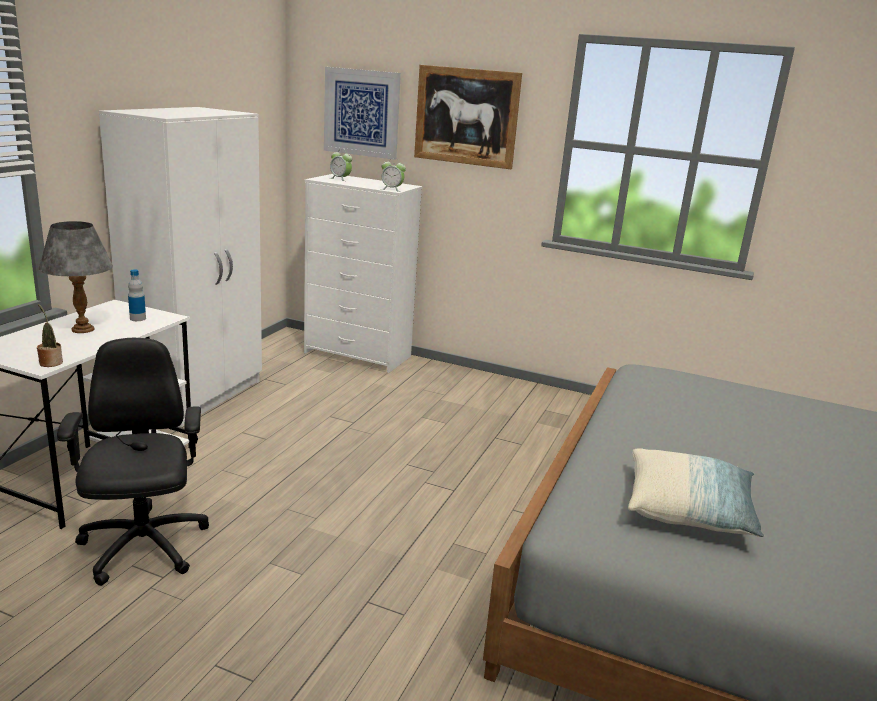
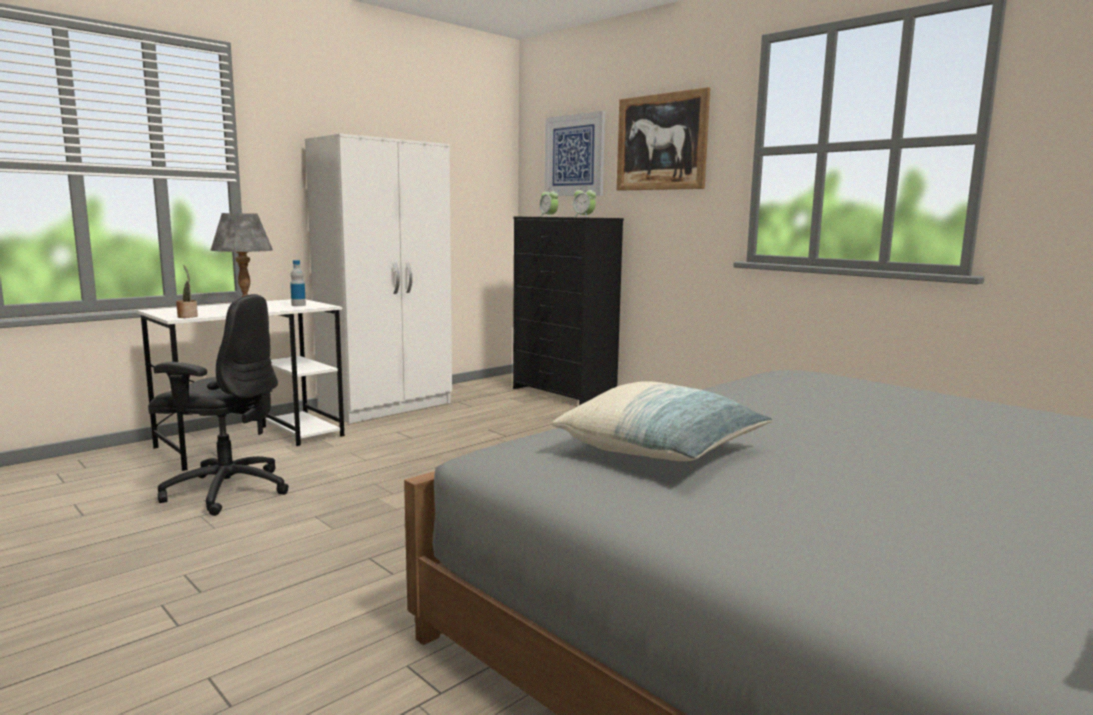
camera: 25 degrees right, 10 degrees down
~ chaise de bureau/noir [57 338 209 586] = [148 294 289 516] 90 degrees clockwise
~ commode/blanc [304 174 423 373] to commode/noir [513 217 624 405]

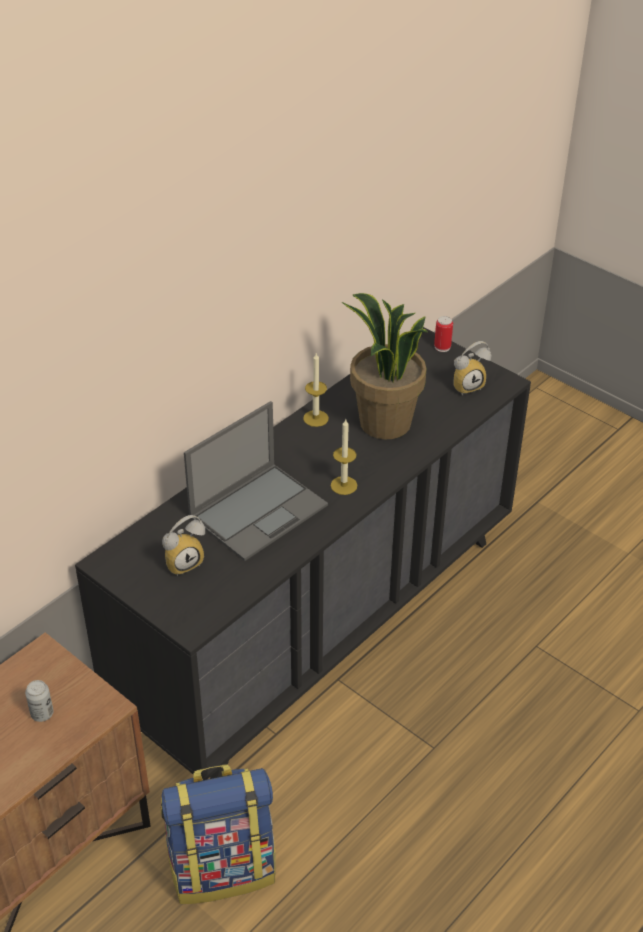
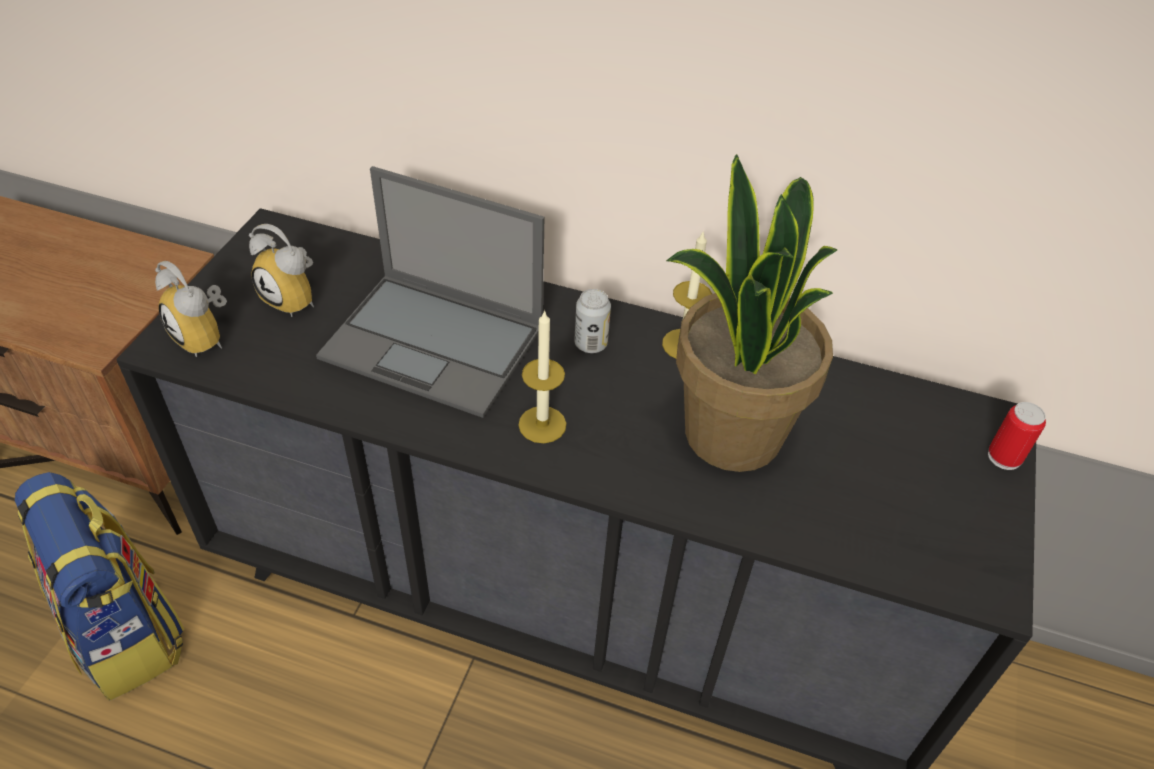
camera: 65 degrees right, 5 degrees up
~ boîte métallique [25 680 54 722] to [575 289 611 353]
~ réveil [453 341 491 396] to [155 261 227 357]

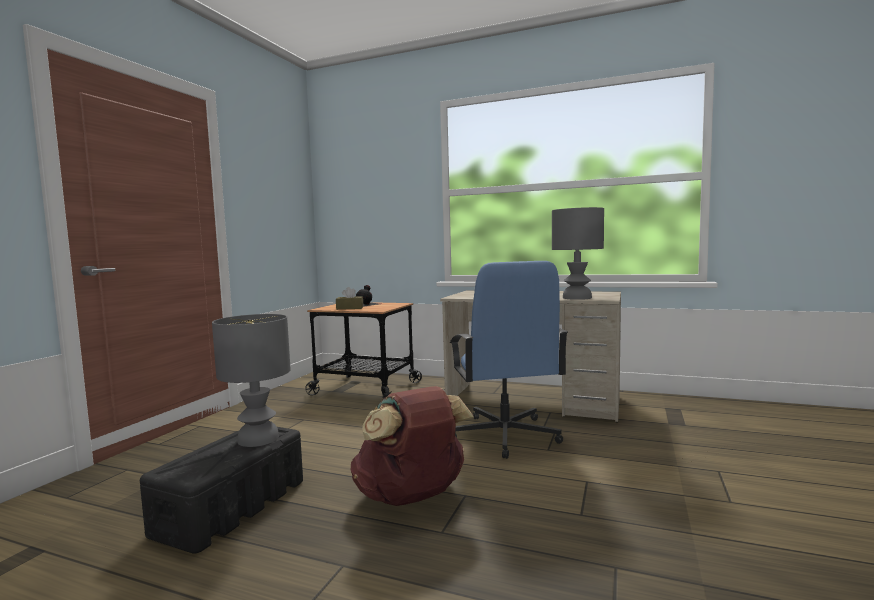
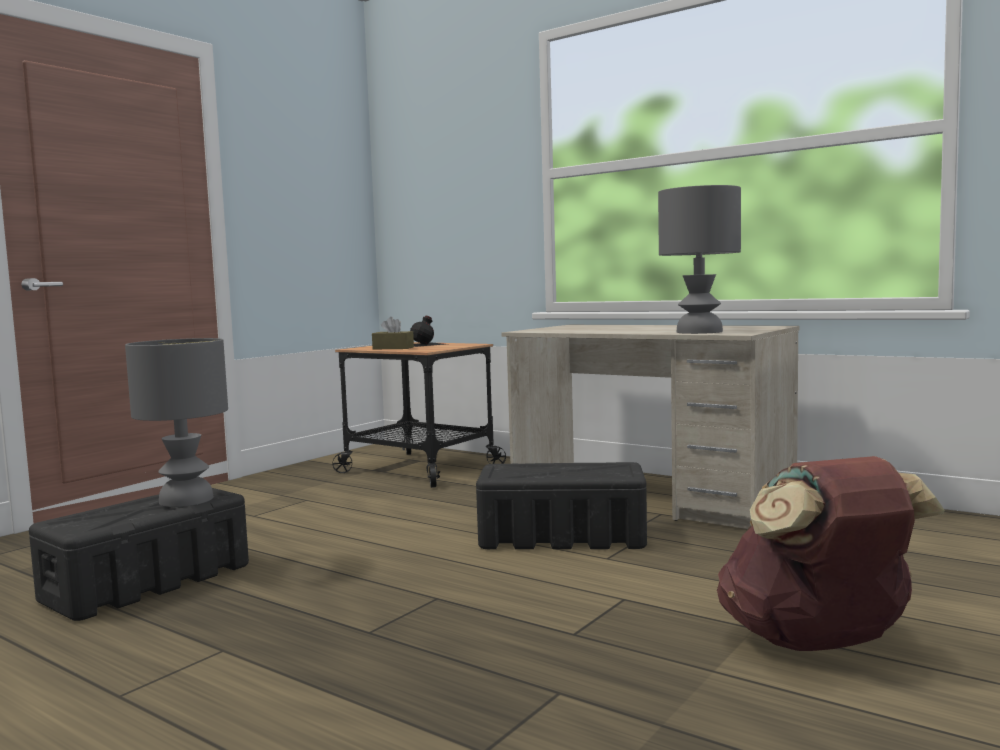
camera: 15 degrees right, 0 degrees up
~ sac à dos/marron [351 386 474 506] to [717 456 945 651]
~ chaise de bureau/bleu [450 261 568 459] to boîte de rangement/noir [476 462 647 549]

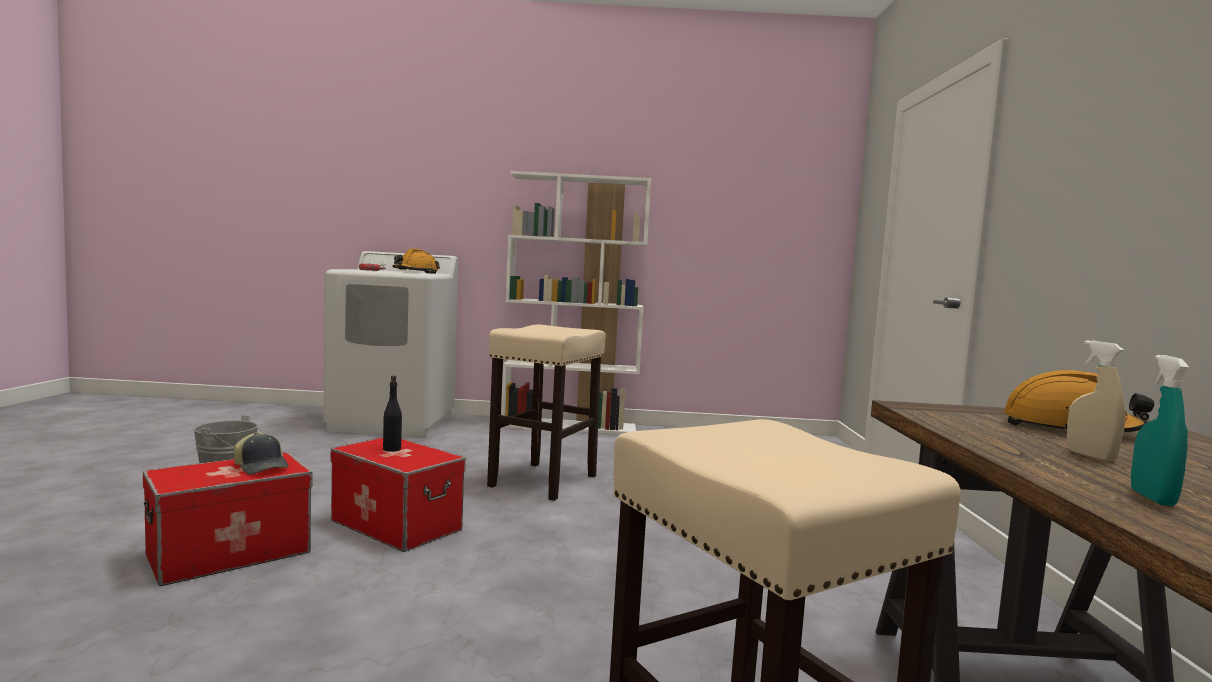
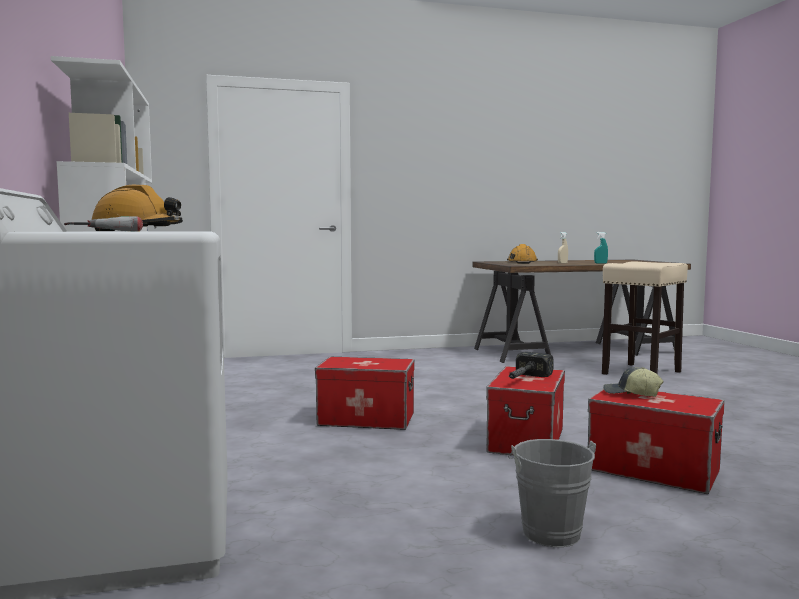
camera: 105 degrees left, 0 degrees up
~ casquette [234 432 289 475] = [603 367 664 397] 90 degrees counterclockwise
~ bouteille/noir [383 375 402 452] to marteau [508 352 554 379]
~ tabouret/beige [487 324 606 501] to boîte de rangement [315 357 414 430]

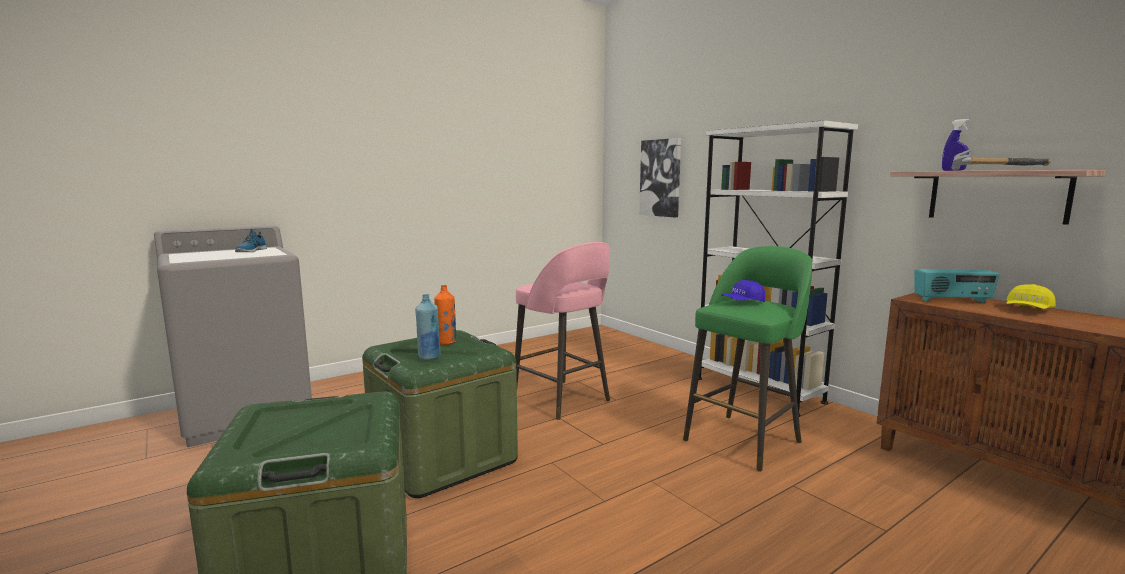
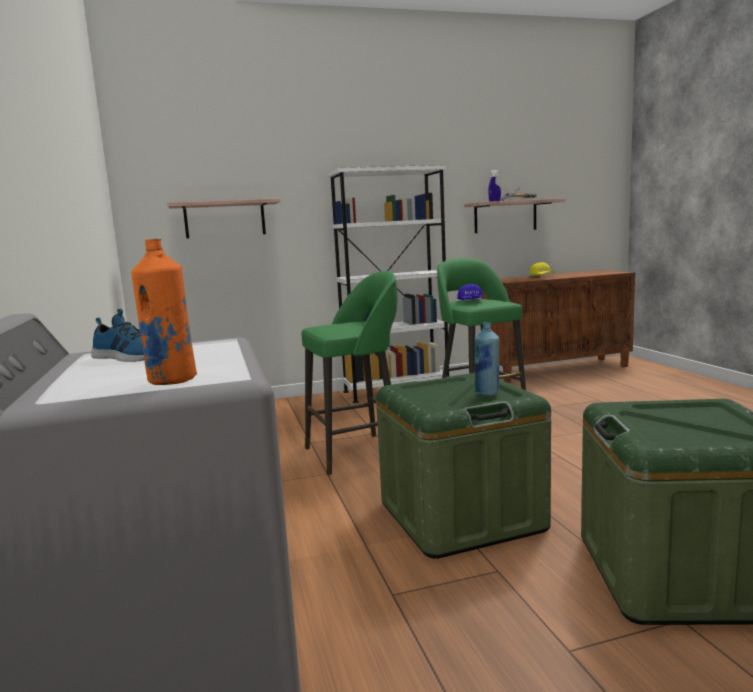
camera: 70 degrees left, 0 degrees up
~ bouteille/orange [434 285 456 345] to [132 239 197 385]
~ tabouret/rose [515 242 610 420] to tabouret/vert [302 271 398 475]
~ tableau [639 138 681 217] to étagère [167 198 280 239]
- radio [914 269 1000 303]

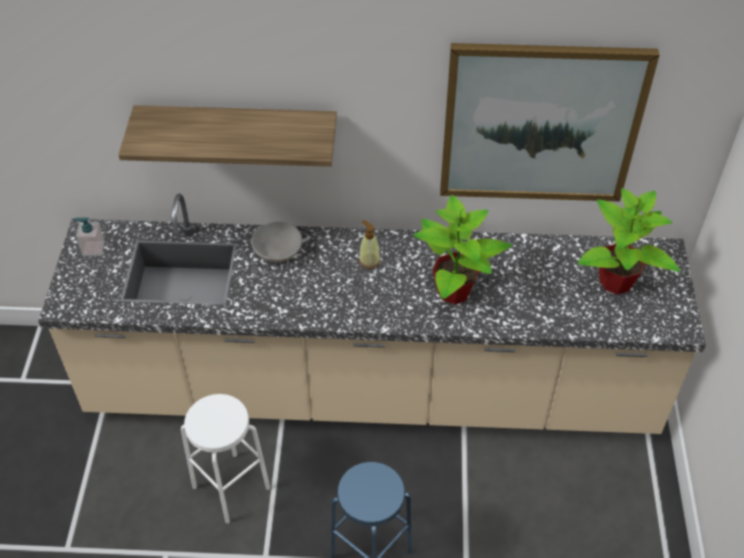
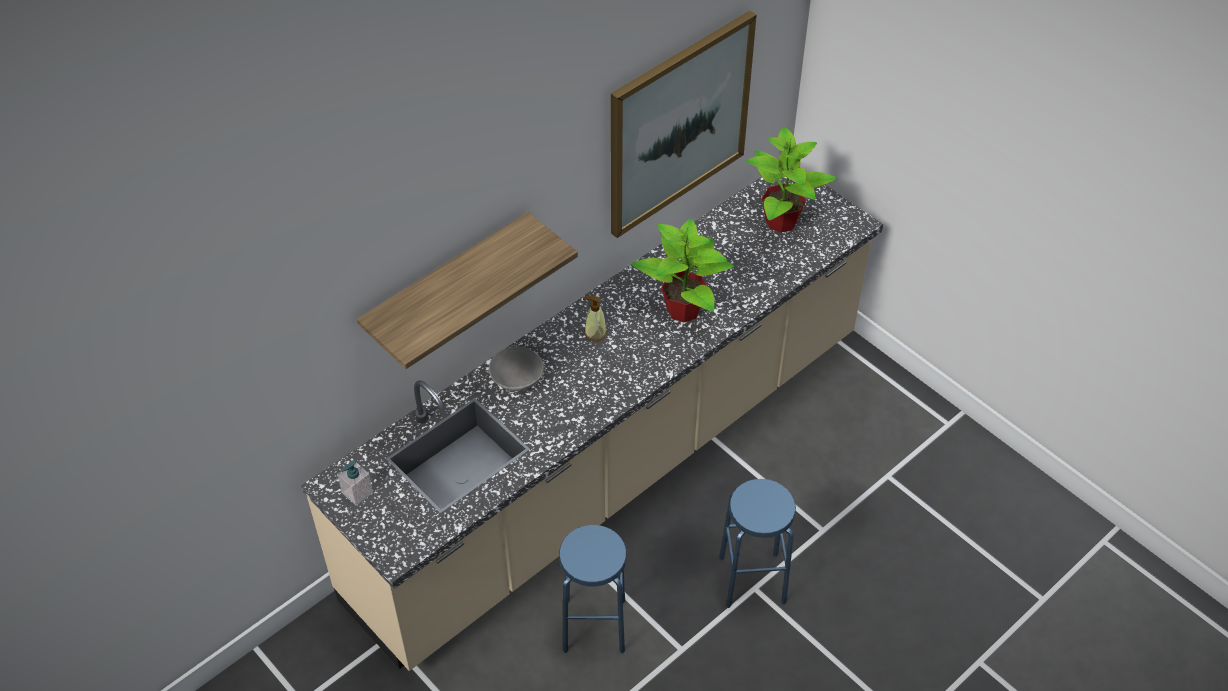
camera: 45 degrees left, 0 degrees up
~ tabouret/blanc [181 394 270 523] to tabouret/bleu [559 525 627 654]

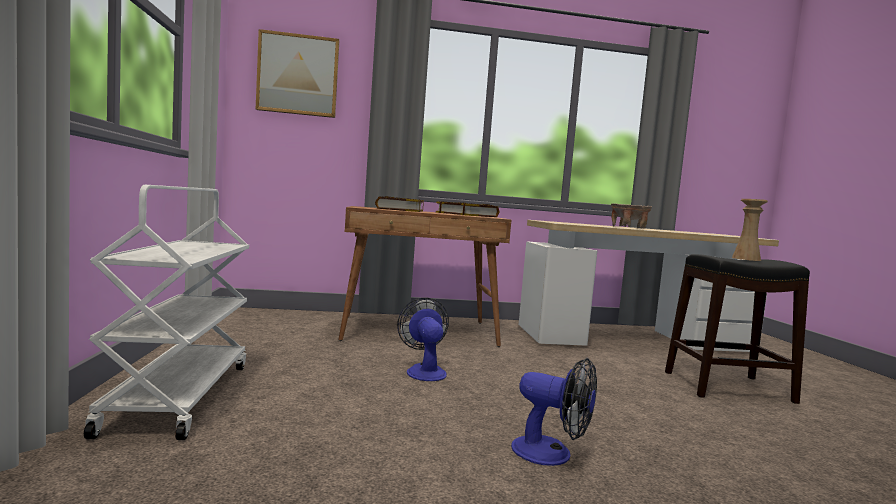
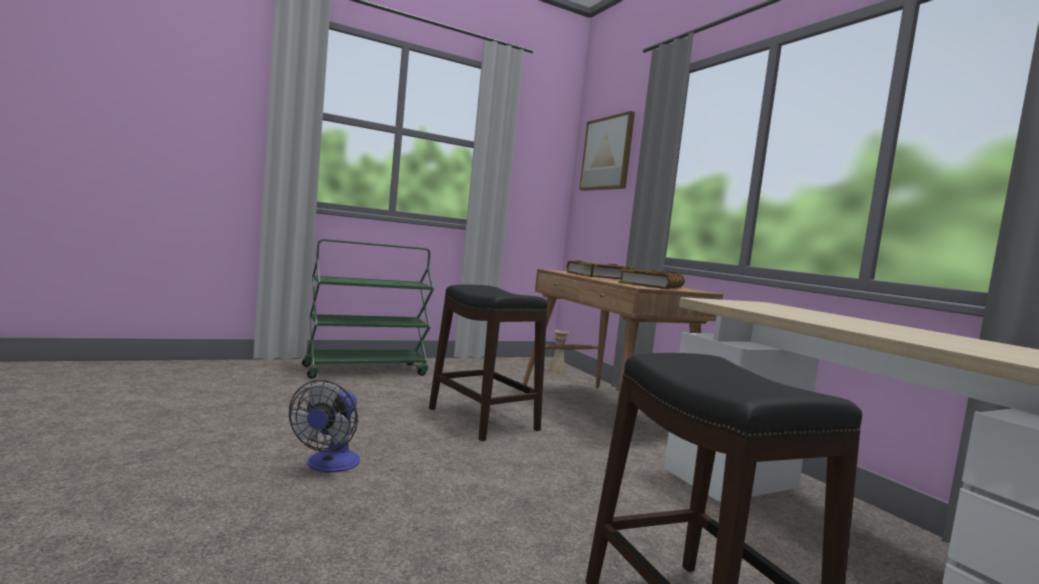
camera: 70 degrees right, 0 degrees up
~ chariot/blanc [84 185 249 440] to chariot/vert [302 239 434 379]
~ ventilateur [397 297 449 381] to tabouret/noir [429 284 548 441]
- bol/beige [611 204 652 229]
~ vase/beige [732 199 768 261] to [548 330 570 375]

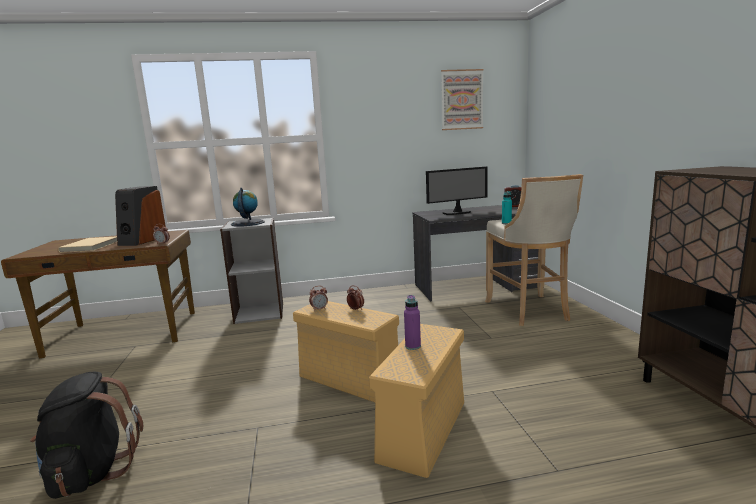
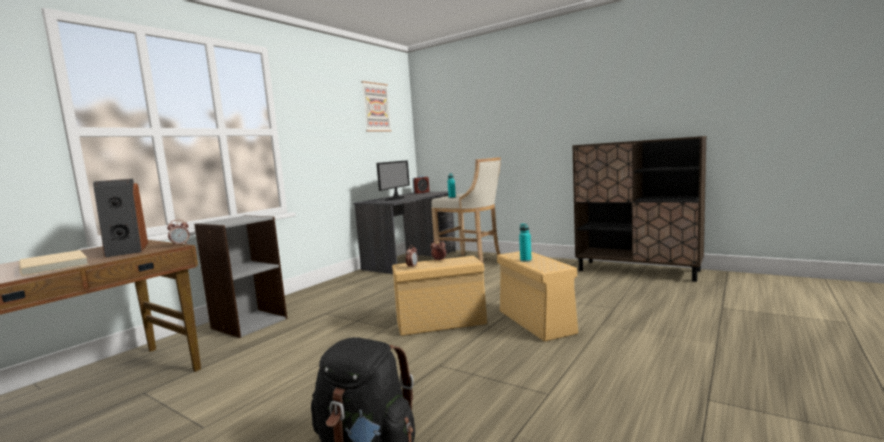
camera: 45 degrees left, 5 degrees down
- globe [231 188 265 227]
~ bouteille/violet [404 295 421 350] to bouteille/turquoise [519 223 532 262]

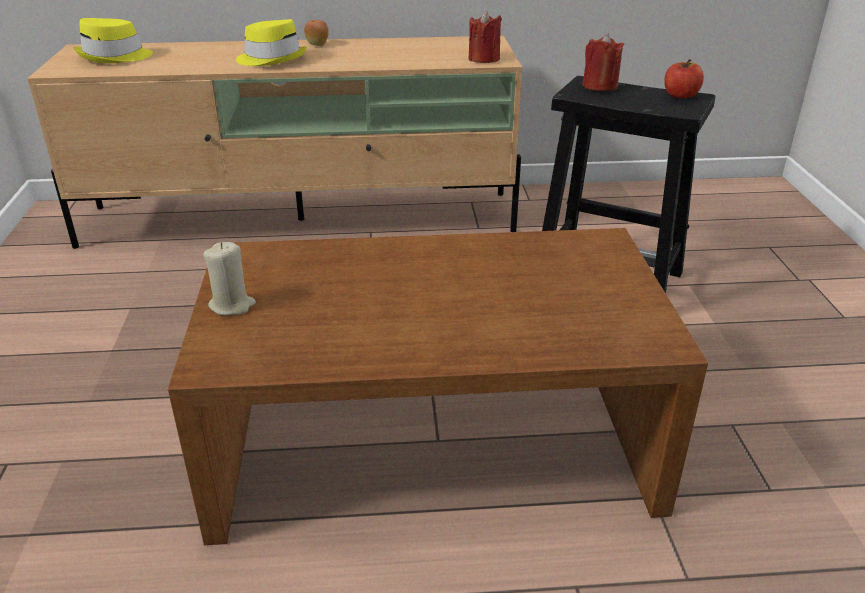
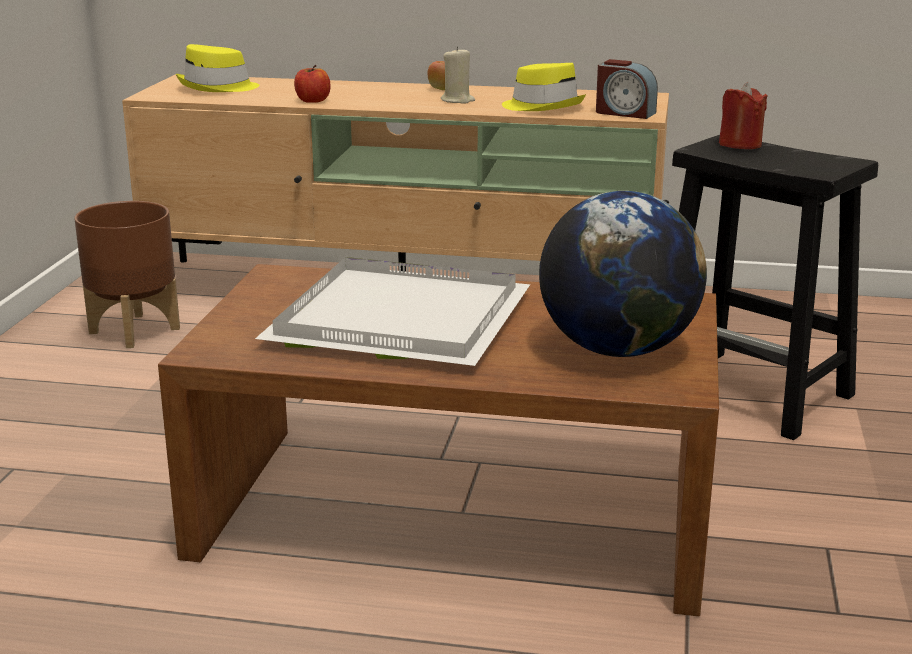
camera: 15 degrees right, 10 degrees down
~ bougie/beige [203 242 256 316] to [441 46 475 104]
~ chapeau/jaune [236 19 307 66] to [502 63 586 111]
~ bougie/rouge [469 11 502 63] to réveil [596 59 658 119]
~ pomme [664 59 704 98] to [294 65 331 103]
+ cache-pot/marron [74 201 180 348]
+ plateau/blanc [255 257 530 366]
+ globe [539 191 707 357]

